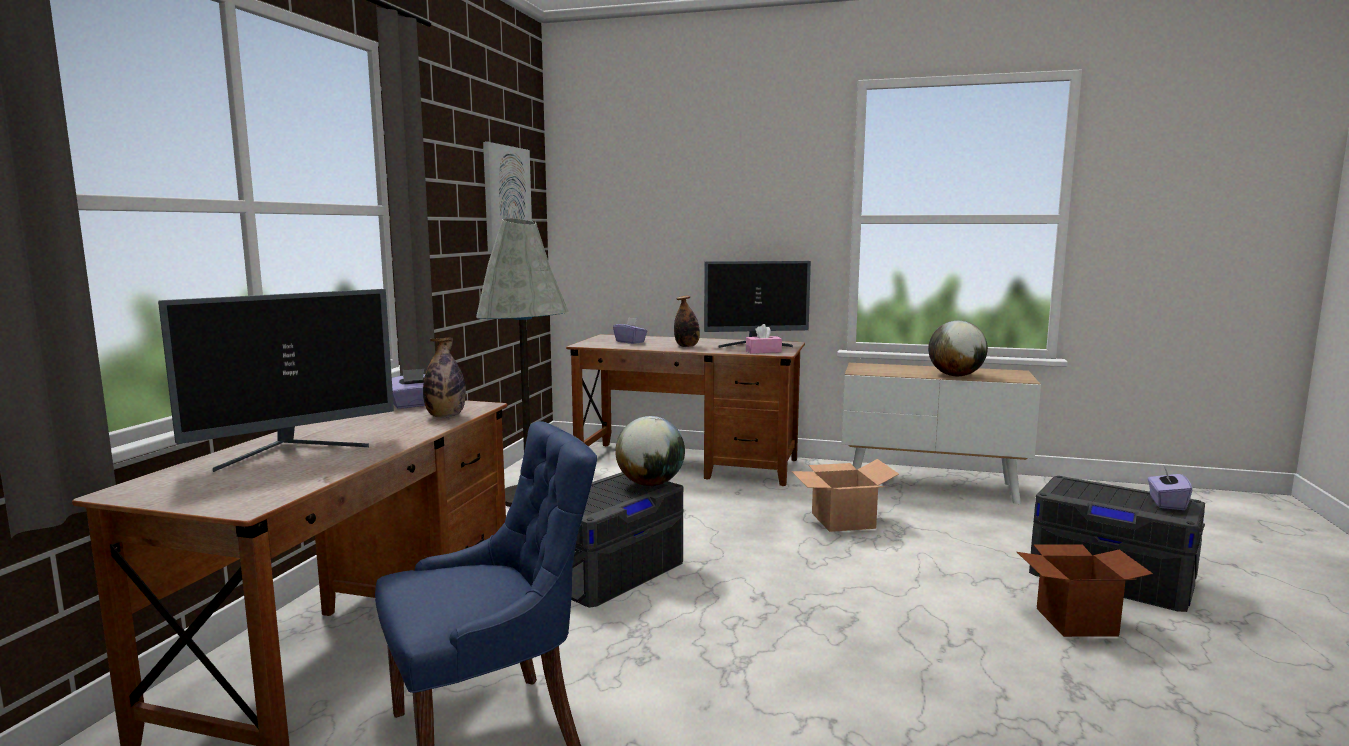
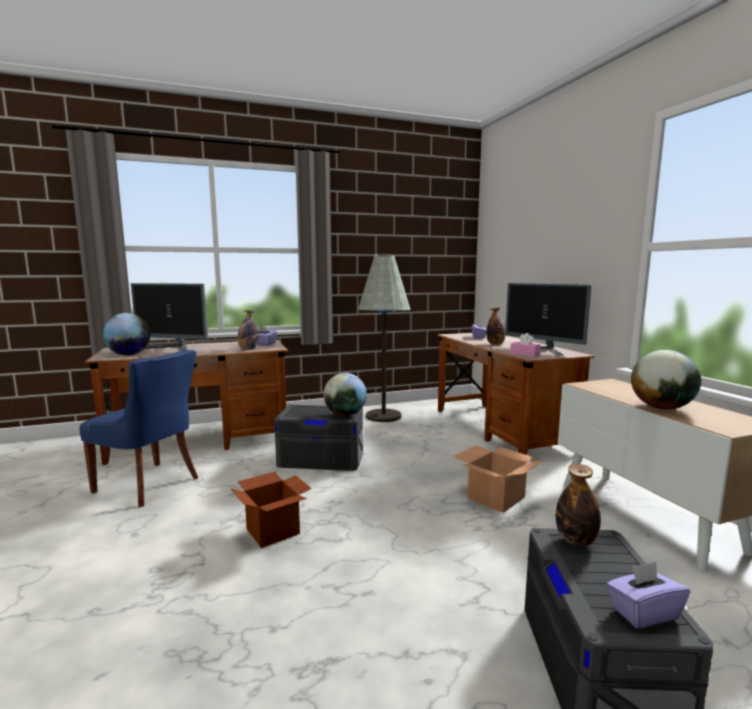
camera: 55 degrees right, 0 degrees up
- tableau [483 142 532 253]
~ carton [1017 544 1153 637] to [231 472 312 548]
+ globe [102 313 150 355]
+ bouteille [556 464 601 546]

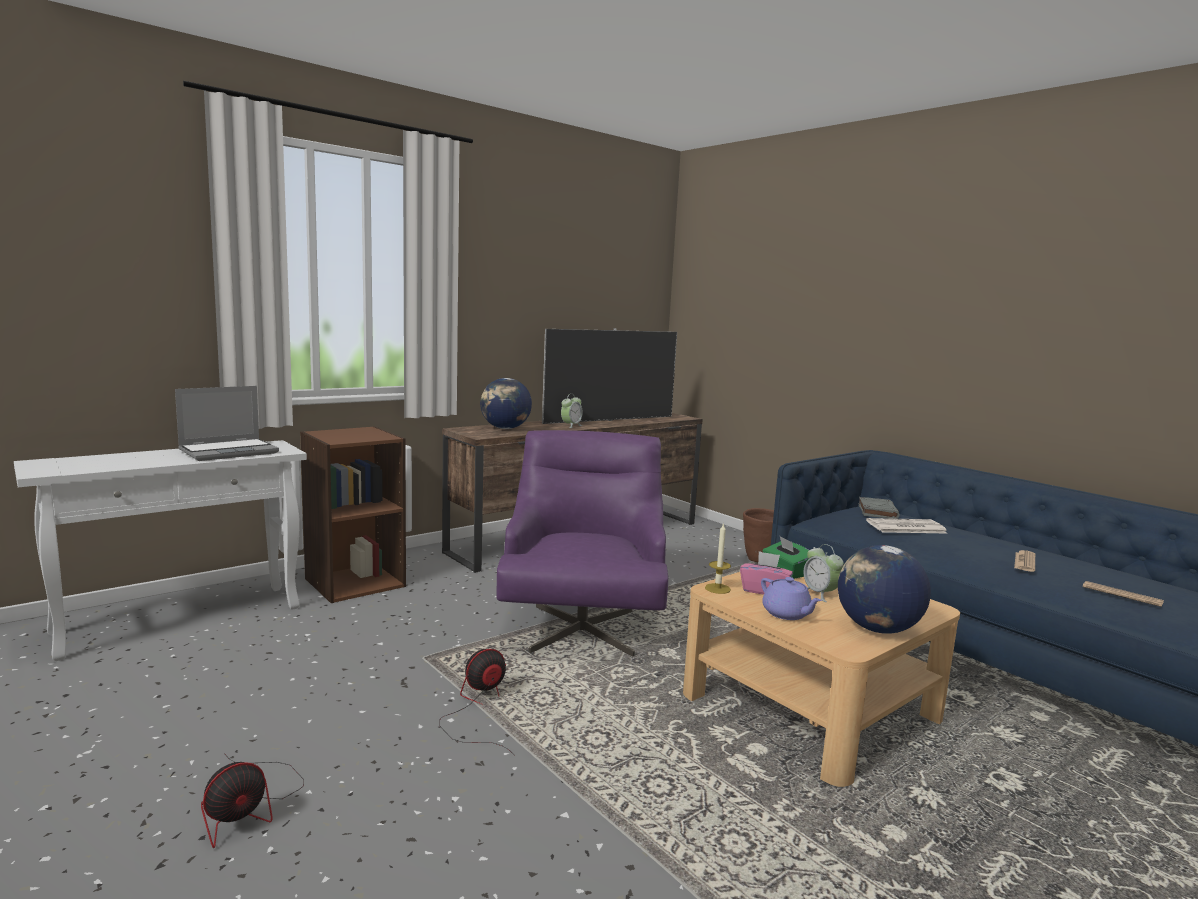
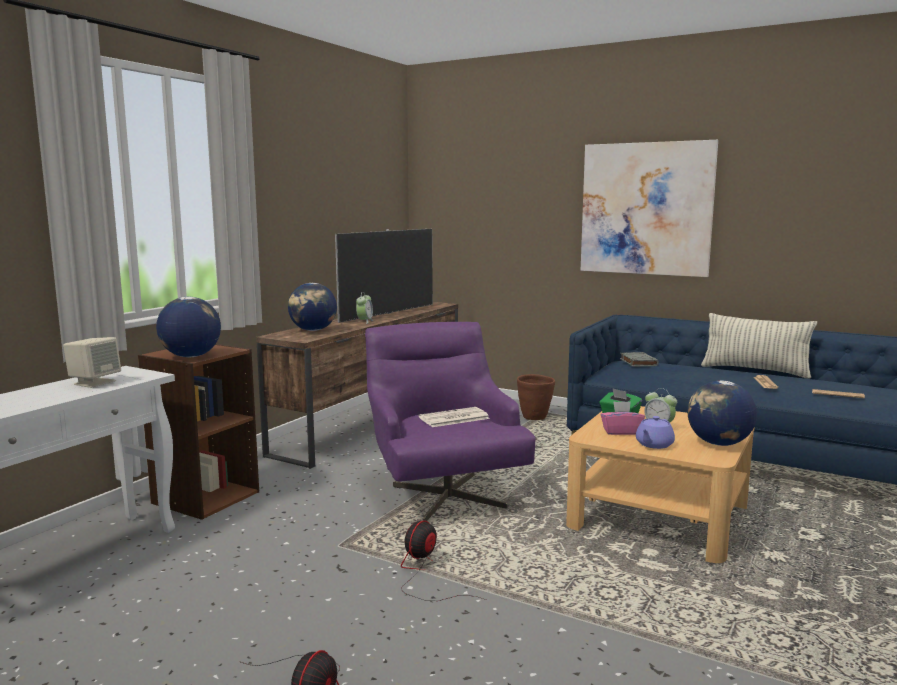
camera: 20 degrees left, 0 degrees up
~ ordinateur portable [175 386 279 461] to enceinte/beige [63 337 121 388]
- bougie [705 522 731 594]
~ théière/violet [761 577 822 620] = [636 416 675 449] 90 degrees clockwise
~ journal [866 518 948 534] to [419 407 490 427]
+ globe [156 297 221 357]
+ tableau [581 140 718 277]
+ coussin [701 313 817 379]

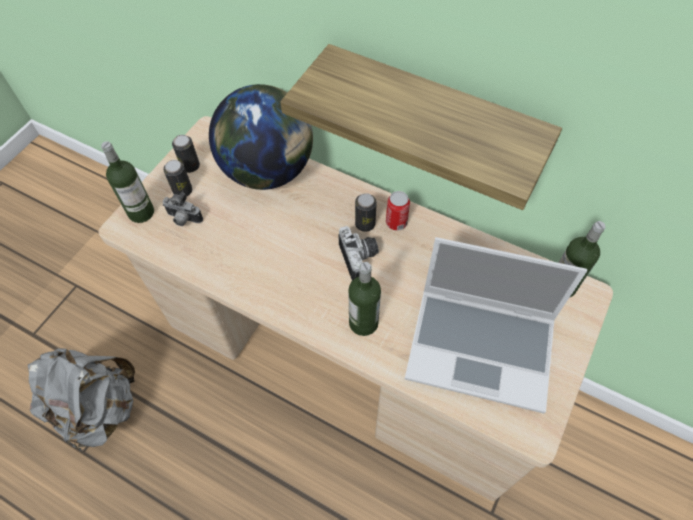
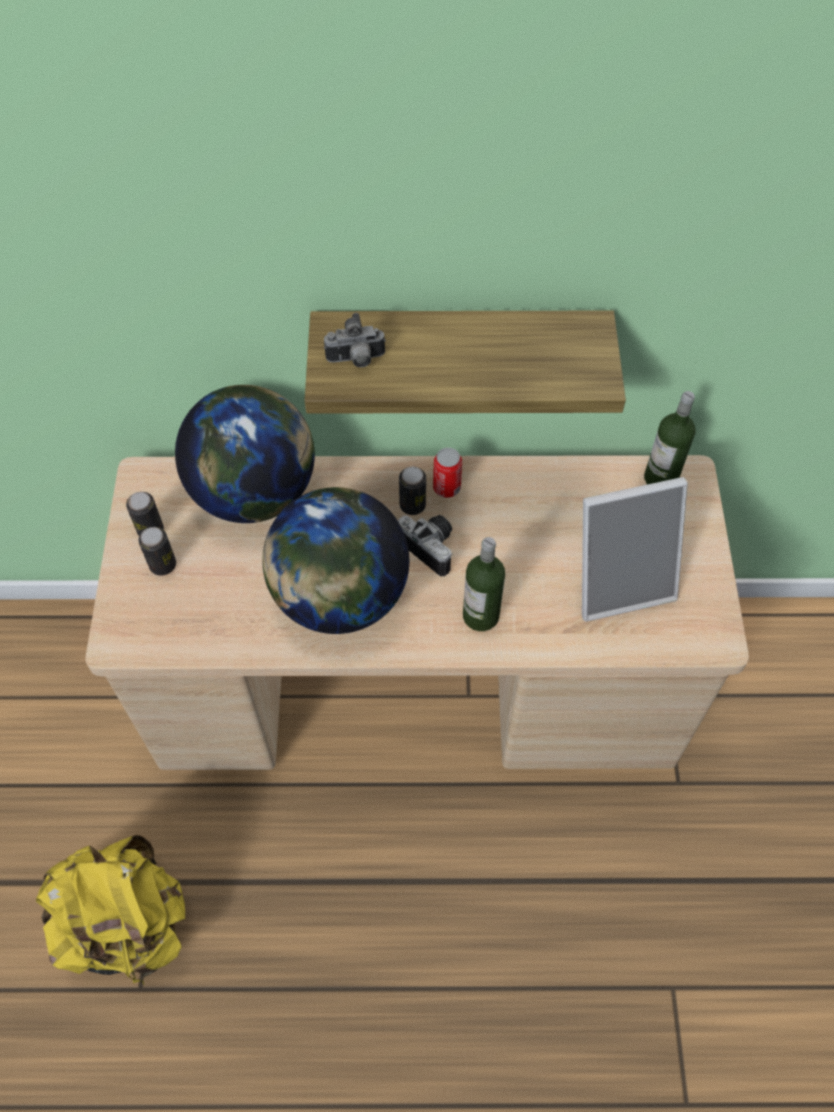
camera: 30 degrees left, 0 degrees up
~ sac à dos/gris [28 348 135 451] to sac à dos/jaune [36 835 185 984]
- bouteille [101 141 154 223]
~ appareil photo [163 192 203 226] to [324 313 386 367]
~ ordinateur portable [405 237 587 414] to cadre photo [582 477 688 622]
+ globe [262 487 409 634]

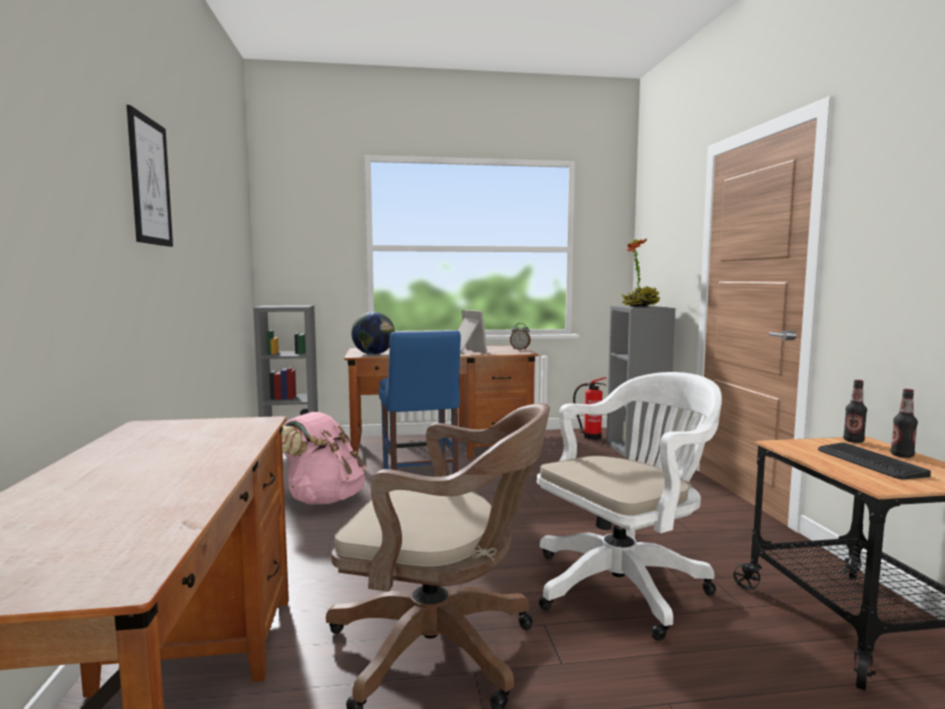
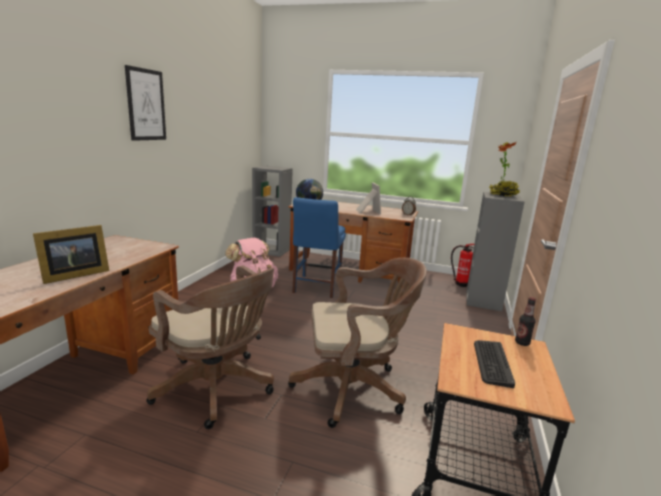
camera: 25 degrees right, 10 degrees up
~ chaise de bureau/blanc [537 372 722 641] to chaise de bureau/marron [288 258 427 428]
- bouteille [891 389 918 458]
+ cadre photo [33 225 109 284]

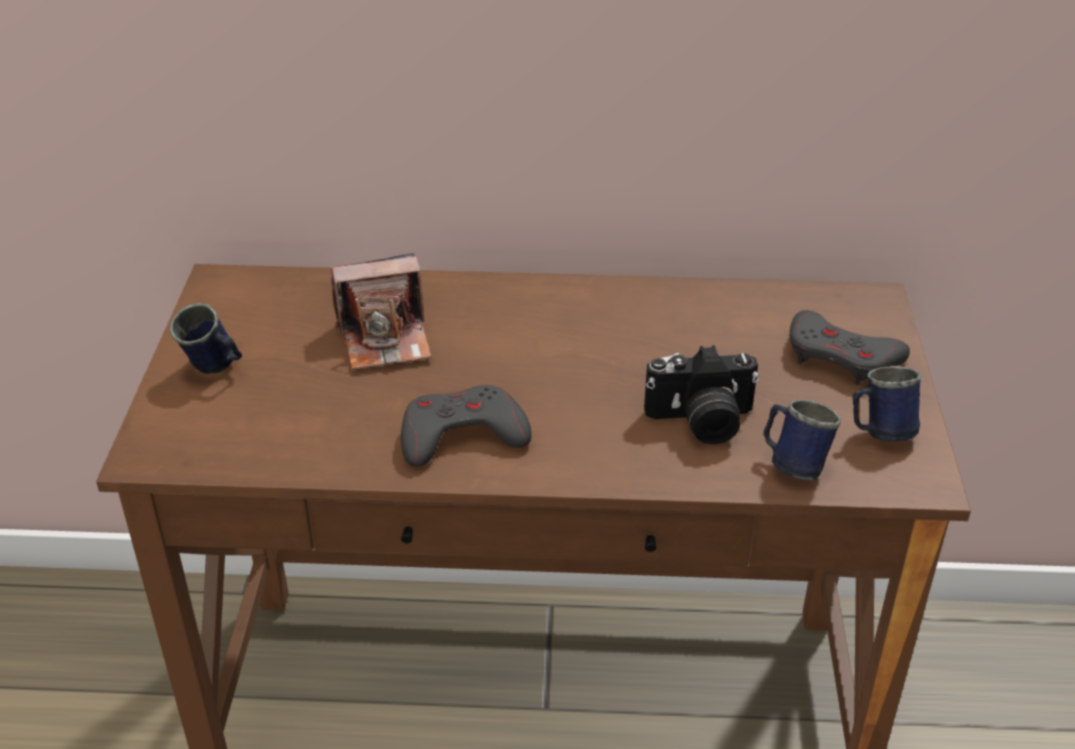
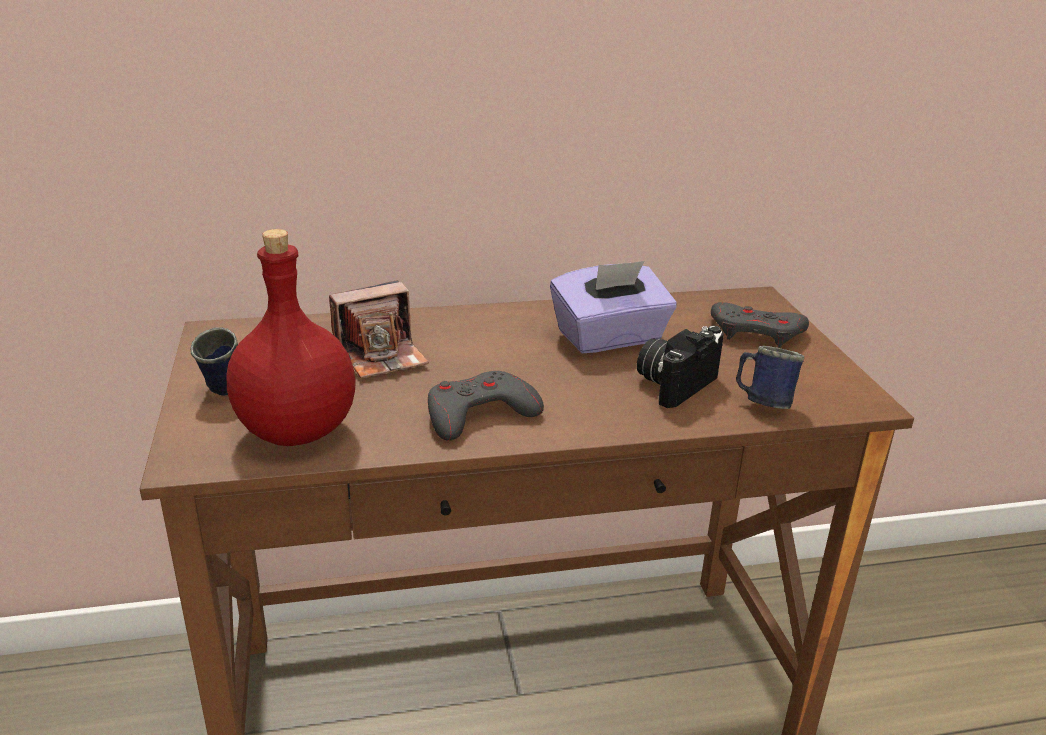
camera: 15 degrees left, 10 degrees down
~ appareil photo [644 345 759 444] = [637 326 724 408] 150 degrees clockwise
- mug/bleu [853 366 922 441]
+ bouteille/rouge [226 229 356 446]
+ boîte à mouchoirs/violet [550 261 677 354]

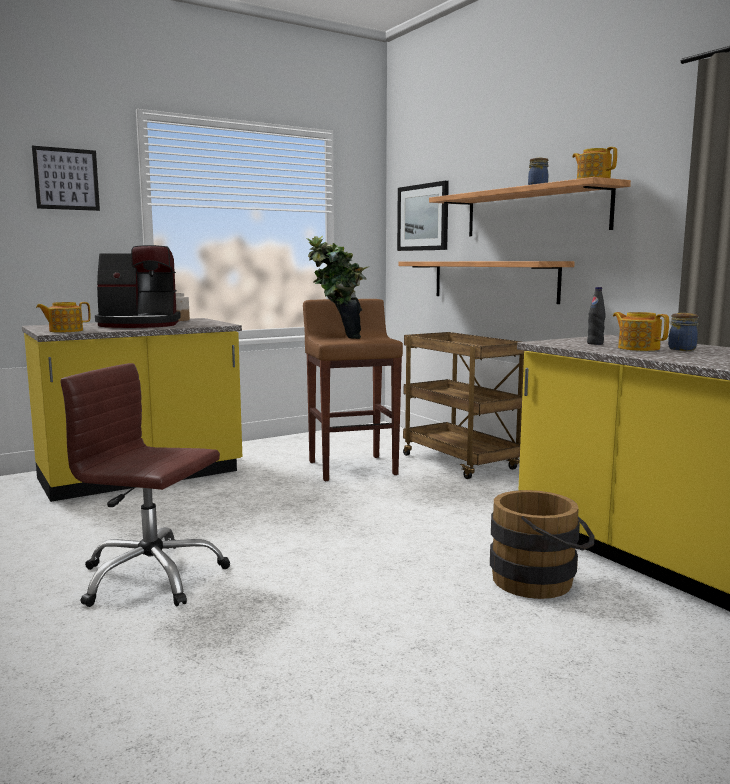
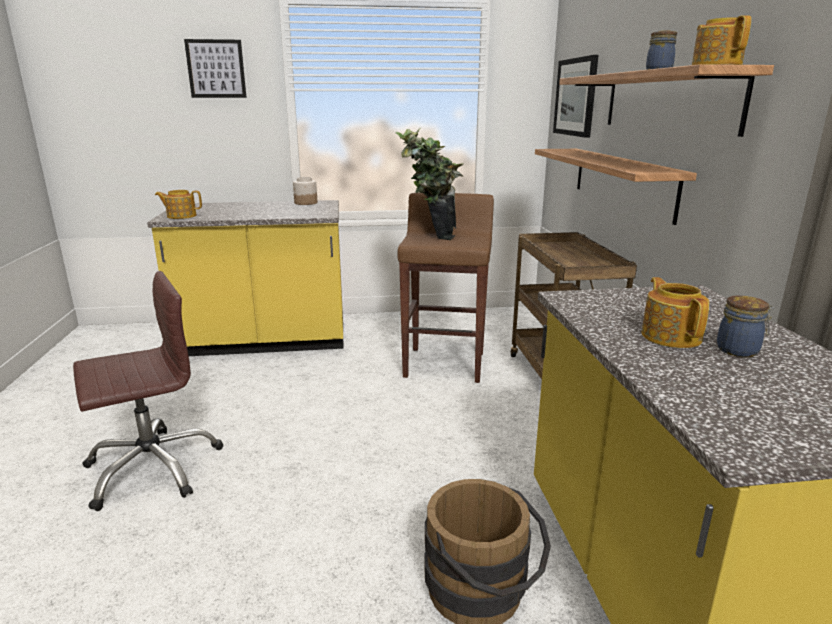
camera: 25 degrees right, 10 degrees up
~ chaise de bureau/marron [60 363 230 607] = [73 271 223 511] 105 degrees clockwise
- machine à café [95 245 181 328]
- bouteille/noir [587 287 606 345]

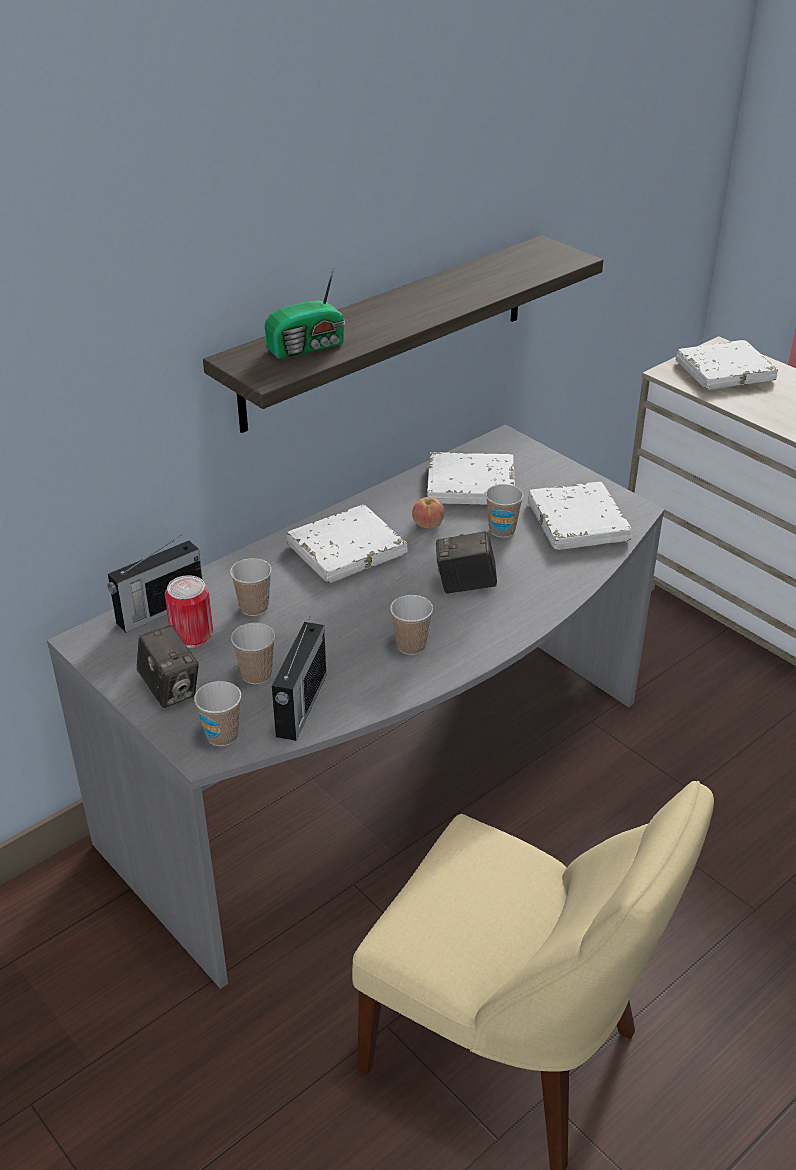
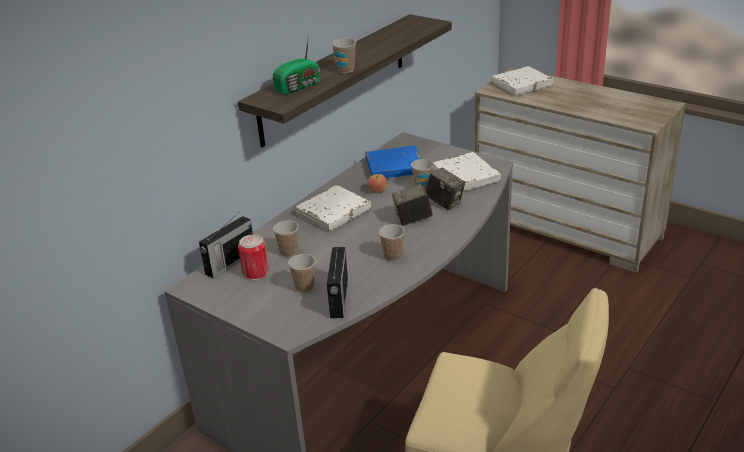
camera: 10 degrees left, 5 degrees down
~ appareil photo [137 625 199 708] to [426 168 465 210]
~ tasse [194 681 241 746] to [332 39 357 73]
~ livre/blanc [427 452 515 505] to livre/bleu [365 146 422 178]

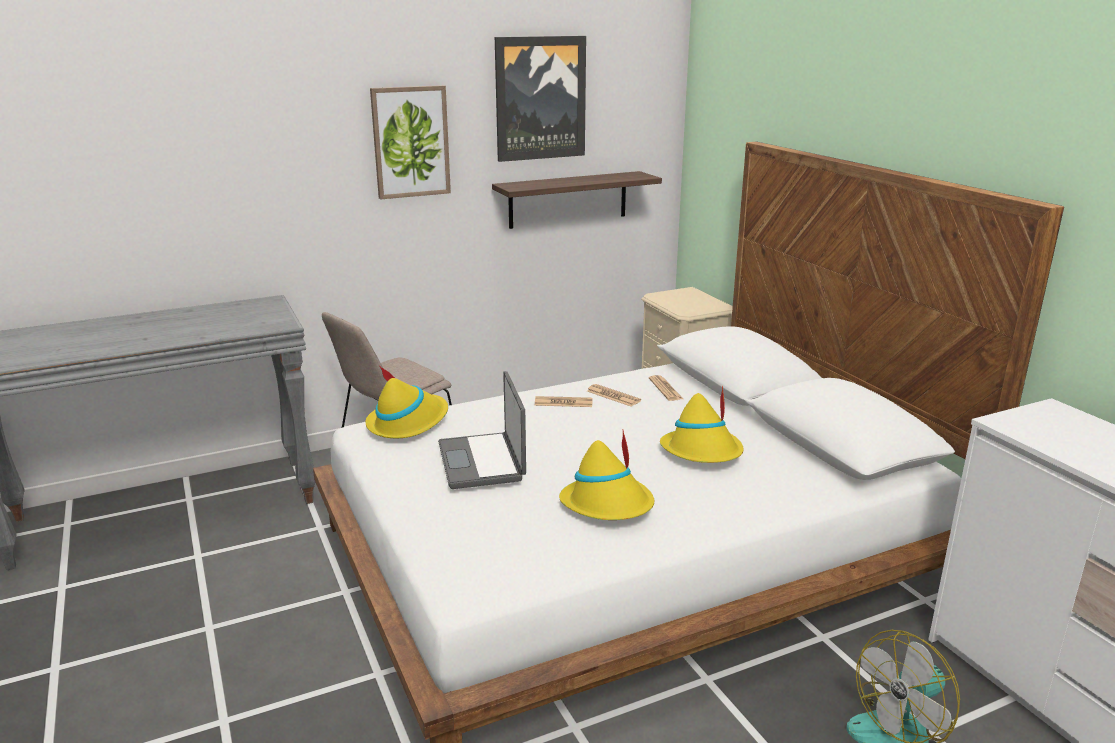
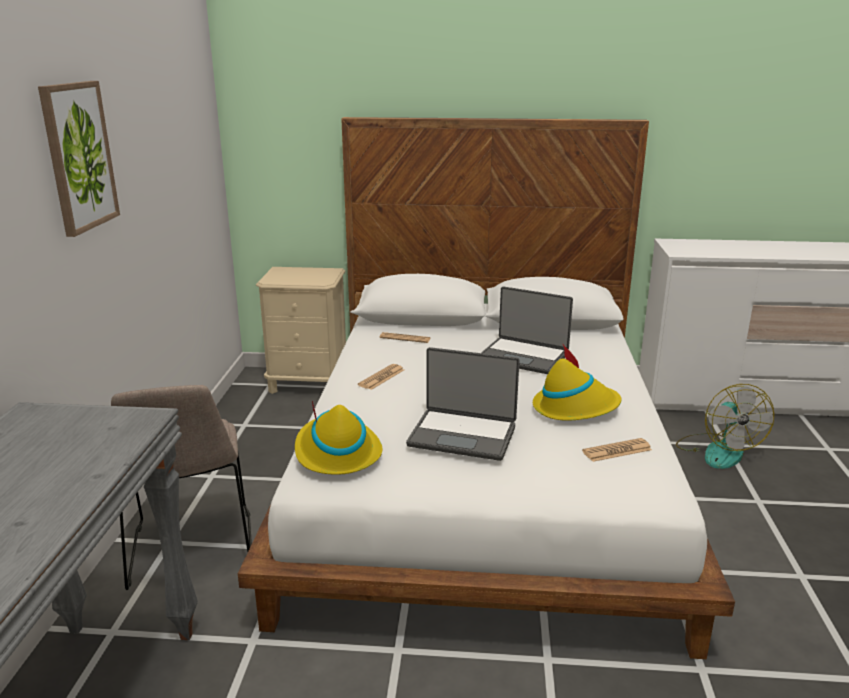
camera: 60 degrees left, 0 degrees up
- étagère [492 171 662 229]
- tableau [495 36 586 162]
~ journal [587 384 641 406] to [582 438 652 462]
~ chapeau/jaune [660 386 744 463] to ordinateur portable [481 286 573 374]

